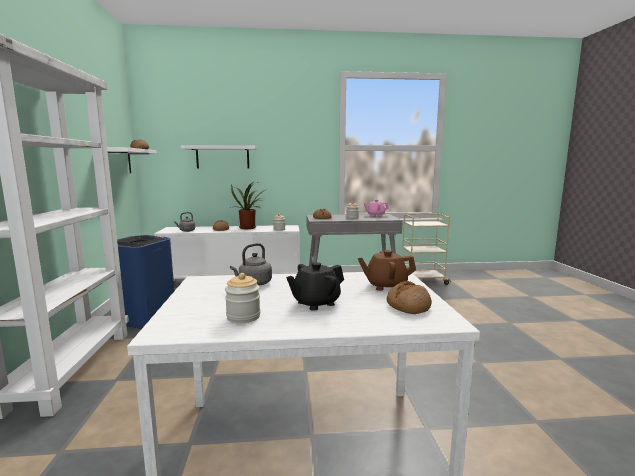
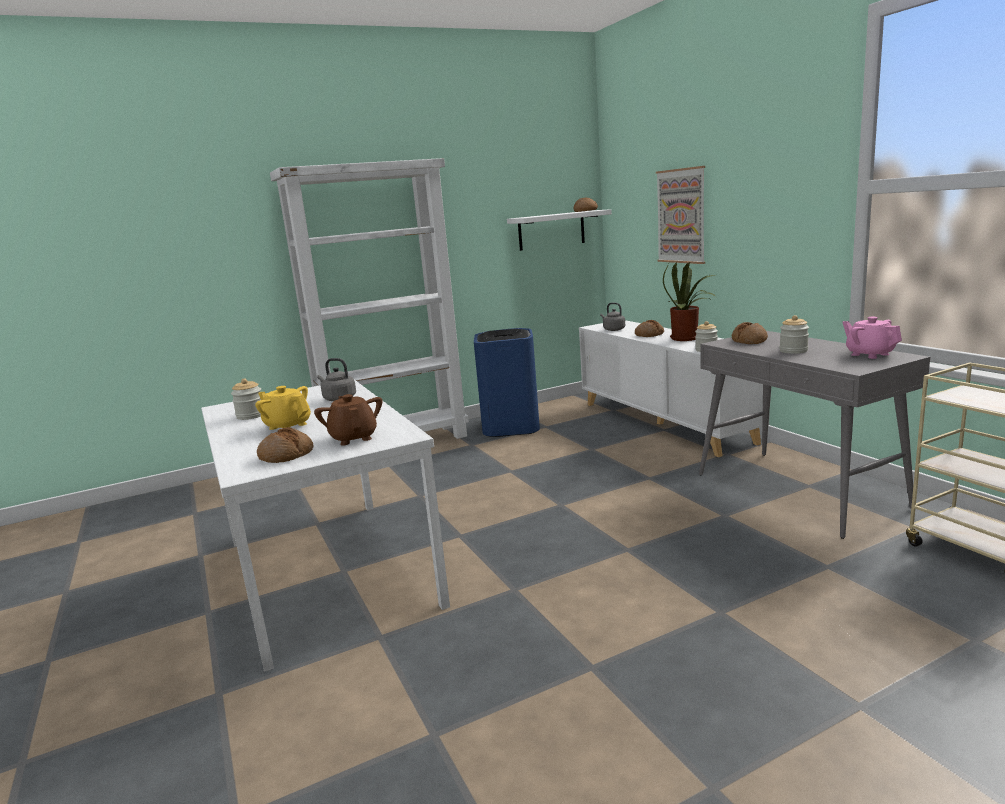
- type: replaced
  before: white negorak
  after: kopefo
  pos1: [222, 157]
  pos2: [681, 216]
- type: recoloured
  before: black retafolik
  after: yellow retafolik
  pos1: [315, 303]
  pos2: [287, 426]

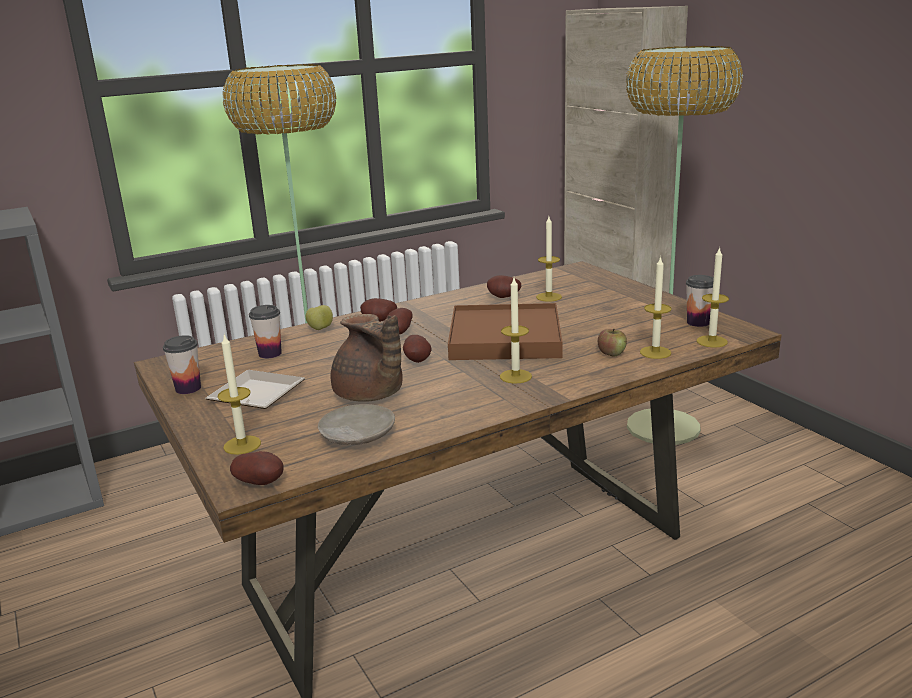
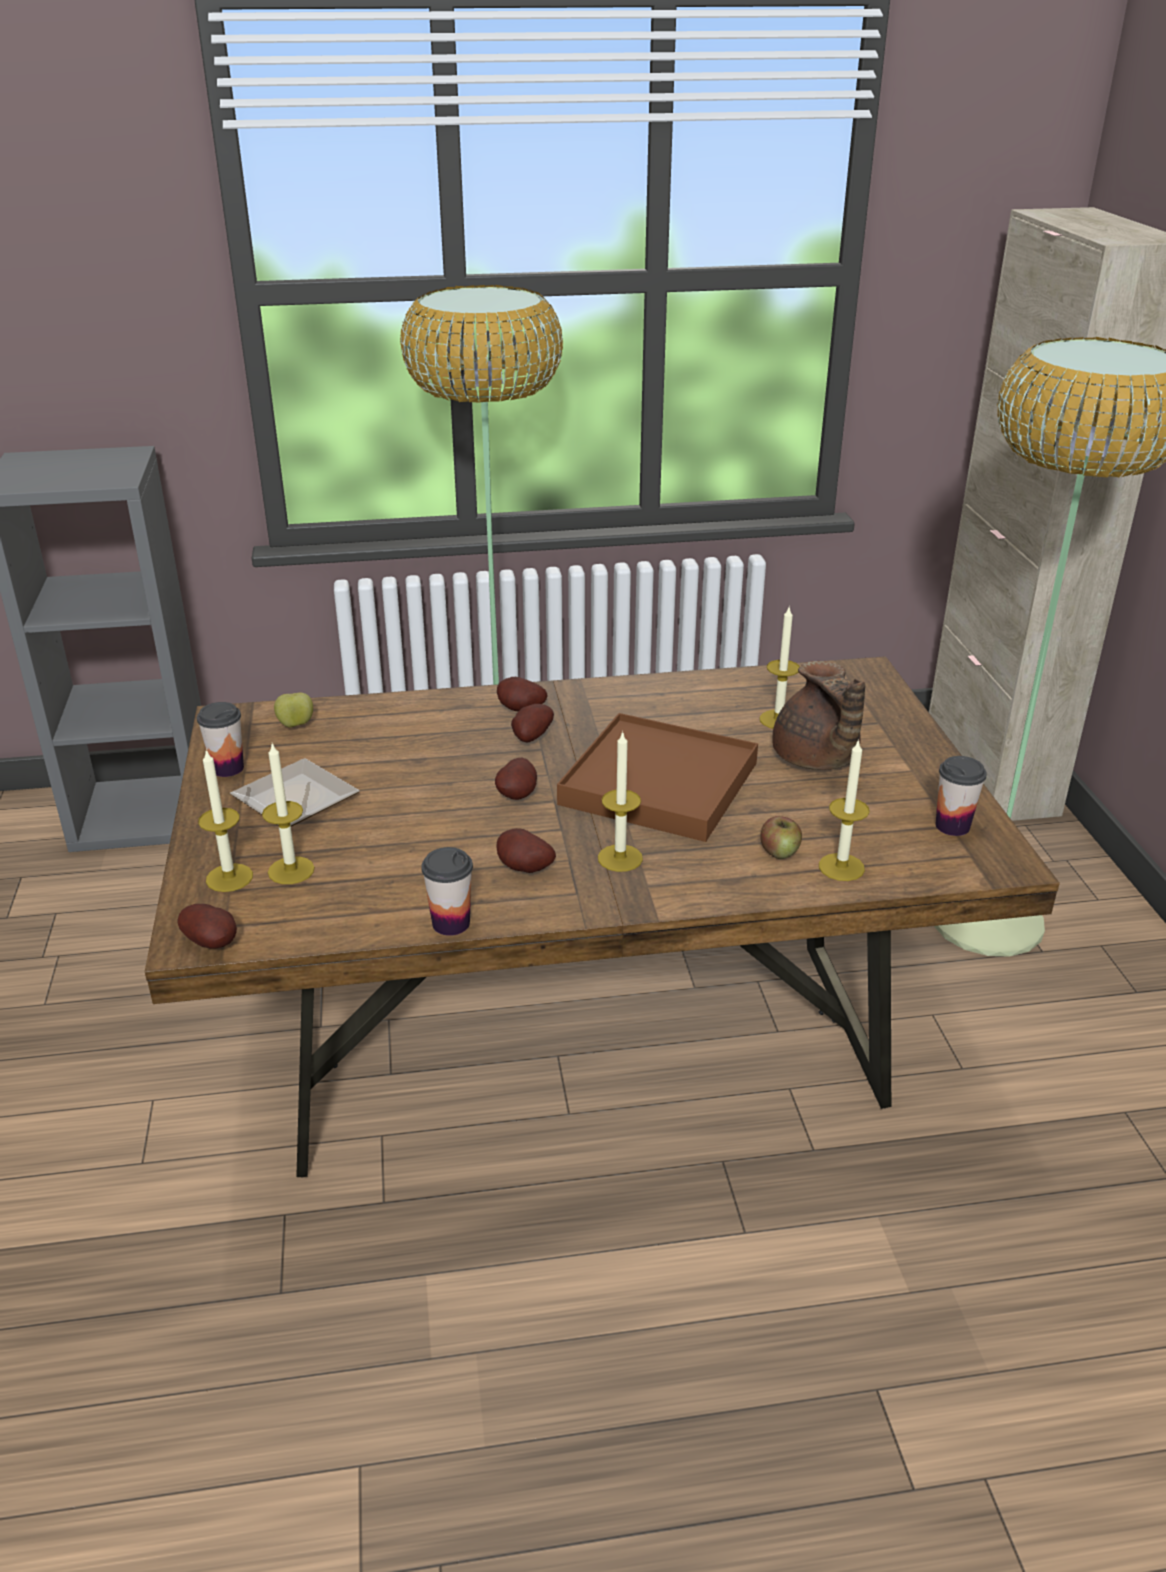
- type: moved
  before: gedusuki
  pos1: [711, 341]
  pos2: [291, 870]
- type: moved
  before: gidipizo
  pos1: [503, 298]
  pos2: [523, 869]
- type: moved
  before: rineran
  pos1: [270, 354]
  pos2: [451, 923]
- type: moved
  before: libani
  pos1: [320, 329]
  pos2: [296, 725]
- type: moved
  before: brown retafolik
  pos1: [370, 395]
  pos2: [815, 760]
- type: removed
  before: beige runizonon
  pos1: [357, 436]

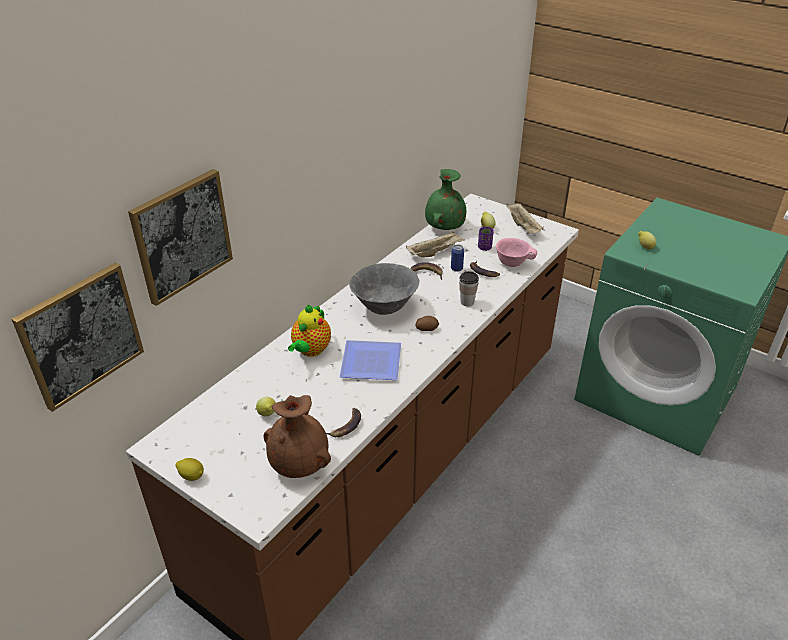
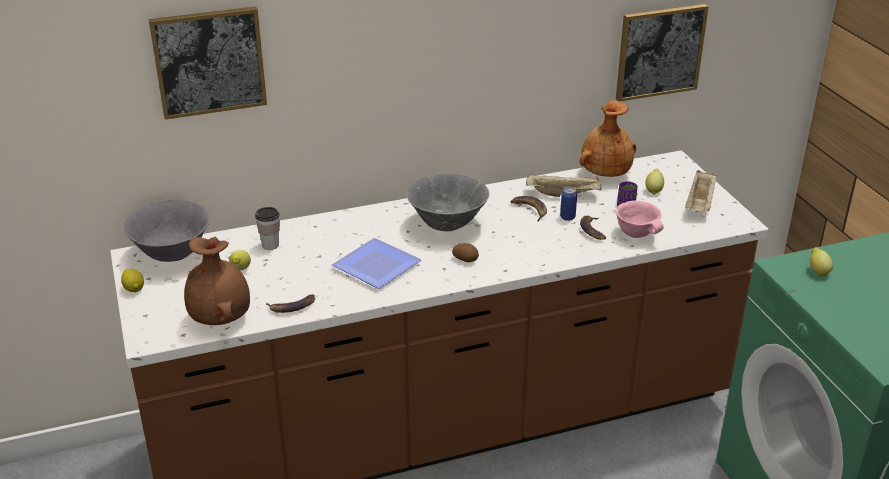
- type: recoloured
  before: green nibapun
  after: brown nibapun
  pos1: [444, 227]
  pos2: [605, 174]
- type: moved
  before: kopefo
  pos1: [81, 335]
  pos2: [659, 51]
- type: moved
  before: rineran
  pos1: [467, 302]
  pos2: [270, 245]
- type: removed
  before: retafolik
  pos1: [310, 351]
- type: added
  after: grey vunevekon
  pos2: [172, 255]

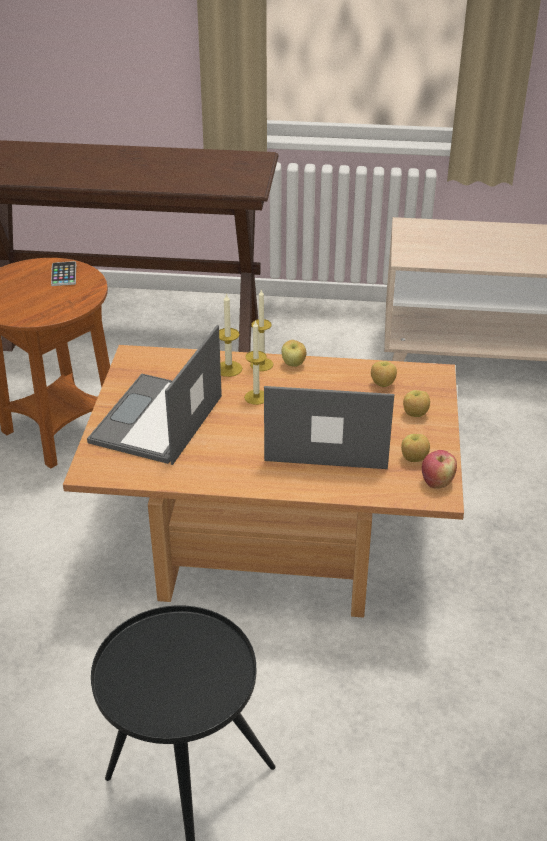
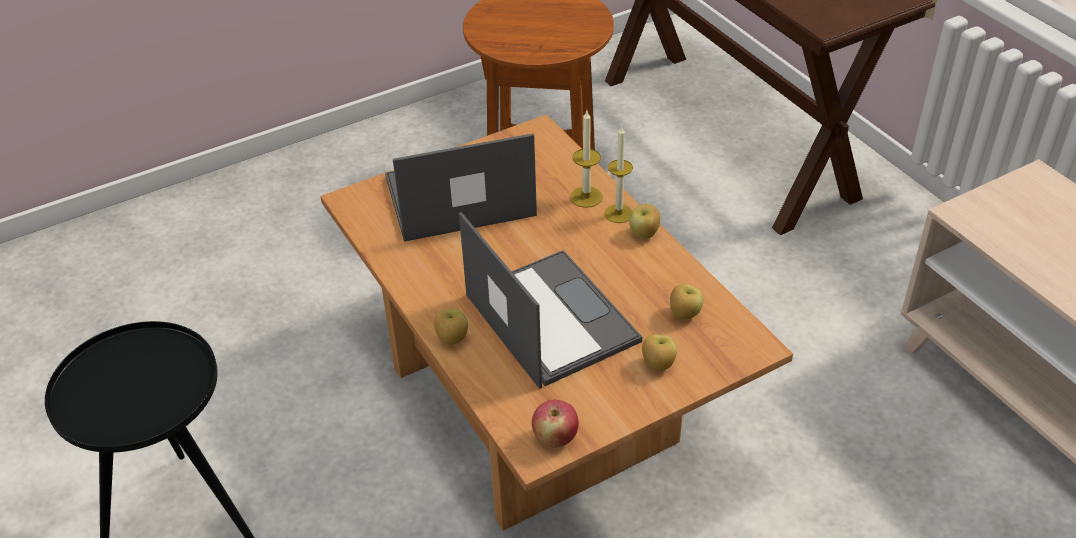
- type: removed
  before: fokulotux
  pos1: [64, 274]
- type: removed
  before: gedusuki
  pos1: [256, 397]
- type: moved
  before: libani
  pos1: [413, 459]
  pos2: [452, 339]

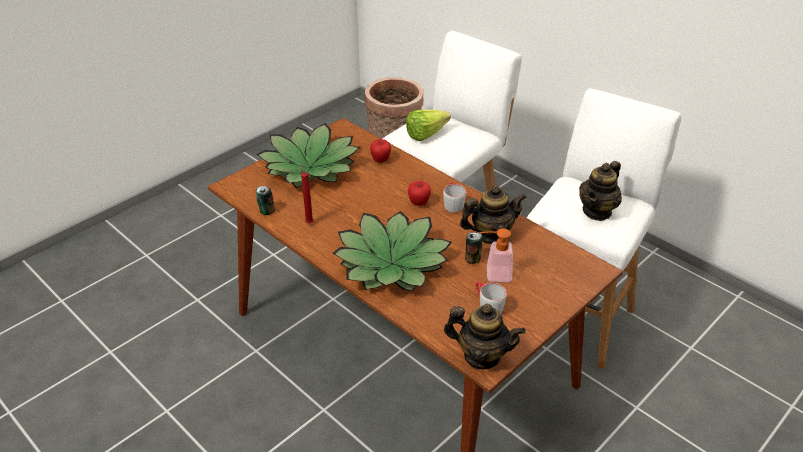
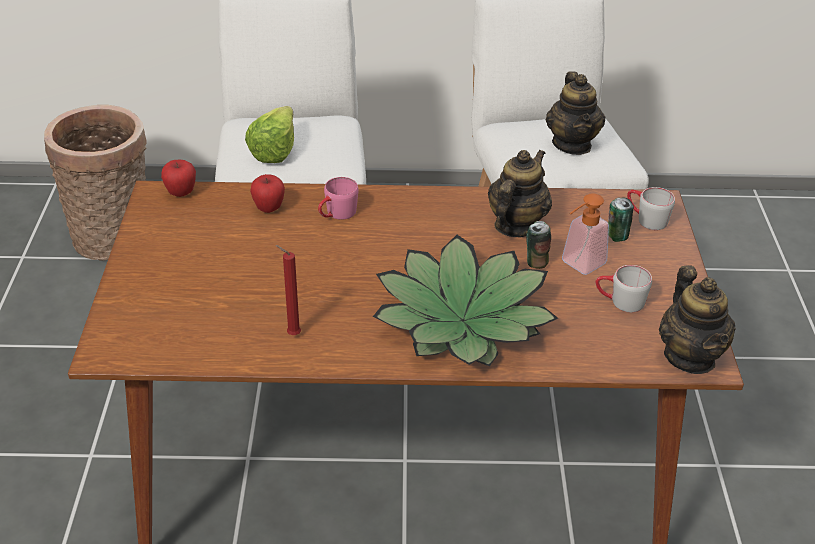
- type: removed
  before: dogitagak
  pos1: [310, 167]
- type: moved
  before: libani
  pos1: [419, 203]
  pos2: [181, 193]
- type: moved
  before: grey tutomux
  pos1: [452, 203]
  pos2: [646, 219]
- type: moved
  before: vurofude
  pos1: [266, 211]
  pos2: [616, 236]
- type: turned
  before: retafolik
  pos1: [481, 356]
  pos2: [690, 356]
  turn: 105
- type: added
  after: pink tutomux
  pos2: [336, 214]

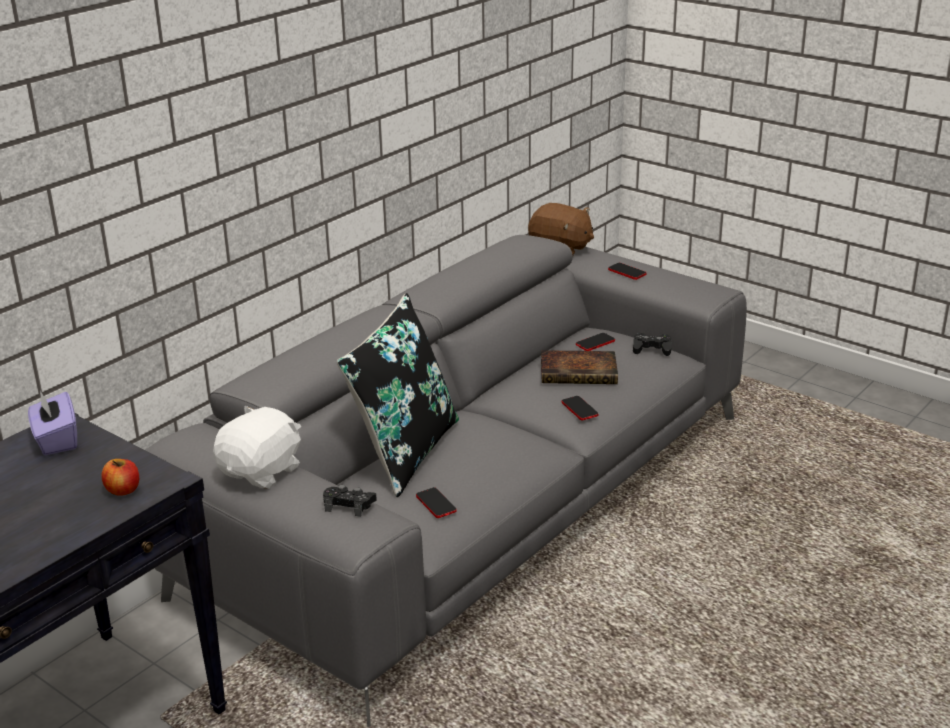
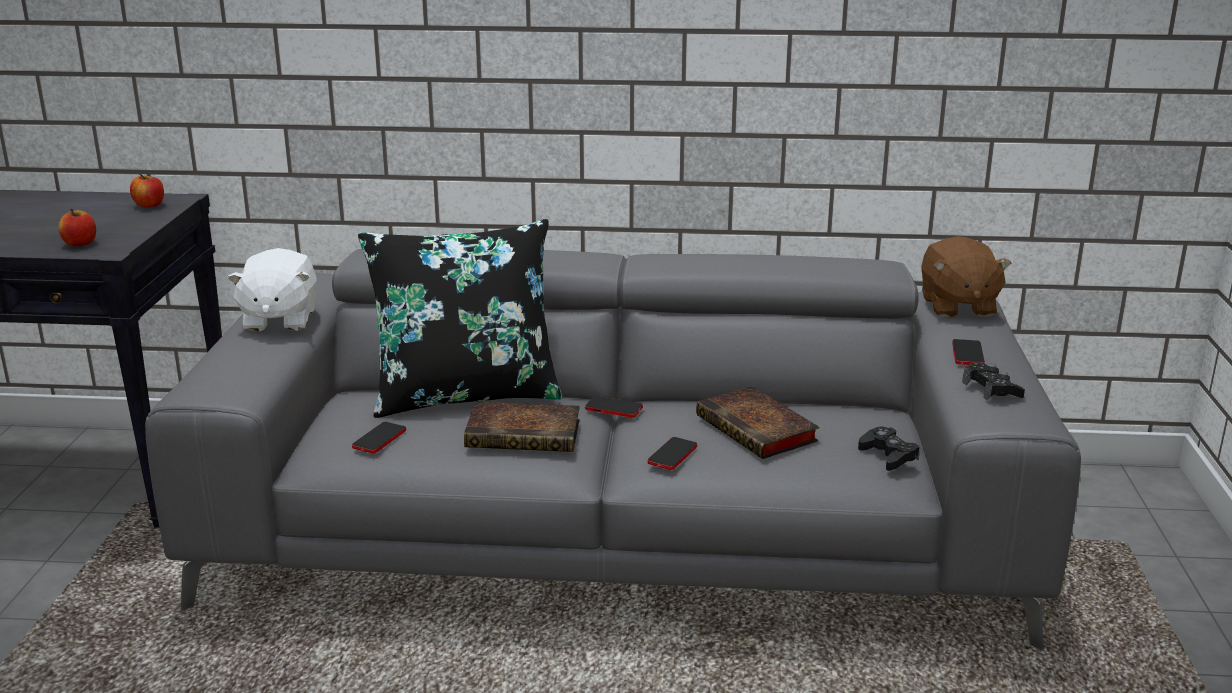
- type: moved
  before: fokulotux
  pos1: [595, 343]
  pos2: [614, 408]
- type: replaced
  before: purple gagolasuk
  after: libani
  pos1: [56, 440]
  pos2: [149, 205]
- type: turned
  before: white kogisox
  pos1: [262, 471]
  pos2: [279, 320]
  turn: 90
- type: moved
  before: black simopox
  pos1: [349, 505]
  pos2: [991, 389]
- type: added
  after: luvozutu
  pos2: [526, 434]

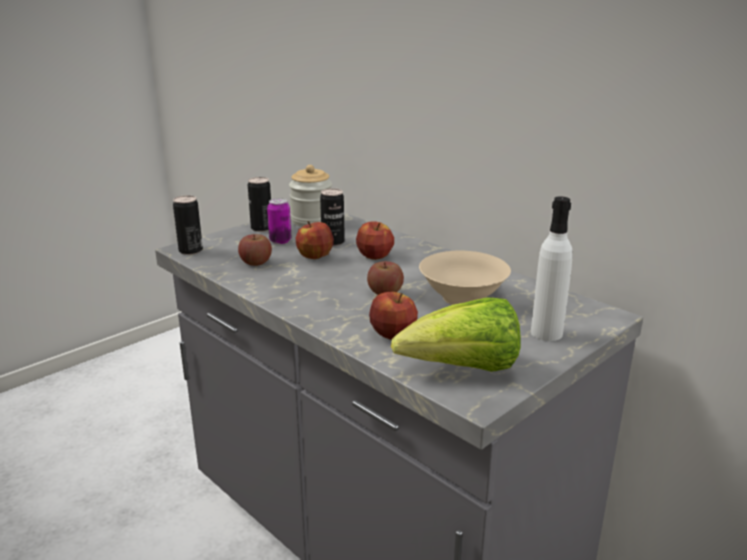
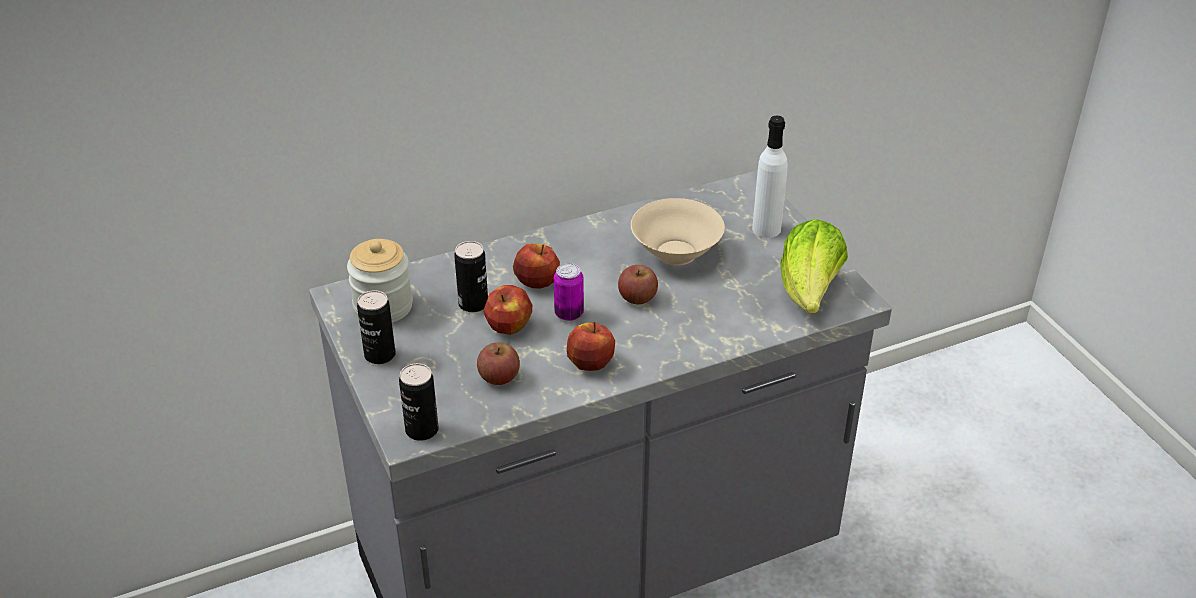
- type: moved
  before: vurofude
  pos1: [280, 241]
  pos2: [569, 314]
- type: moved
  before: libani
  pos1: [392, 334]
  pos2: [590, 363]

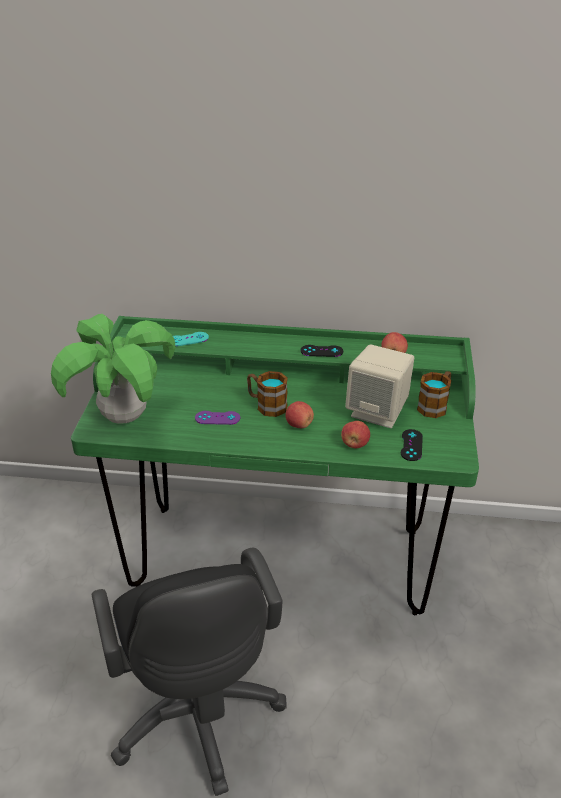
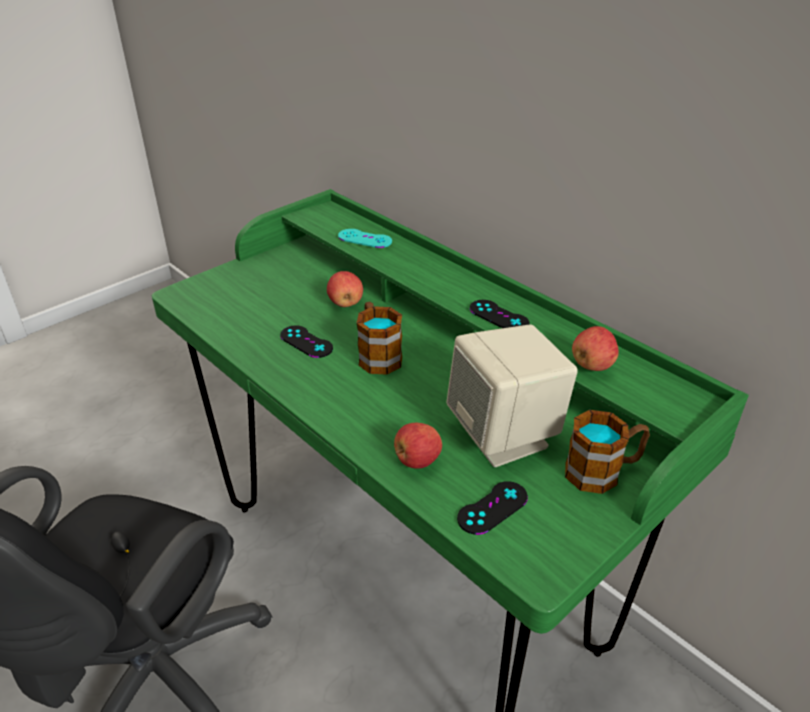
- type: removed
  before: dogitagak
  pos1: [125, 416]
- type: moved
  before: libani
  pos1: [299, 425]
  pos2: [345, 303]
- type: recoloured
  before: purple simopox
  after: black simopox
  pos1: [217, 418]
  pos2: [306, 342]

